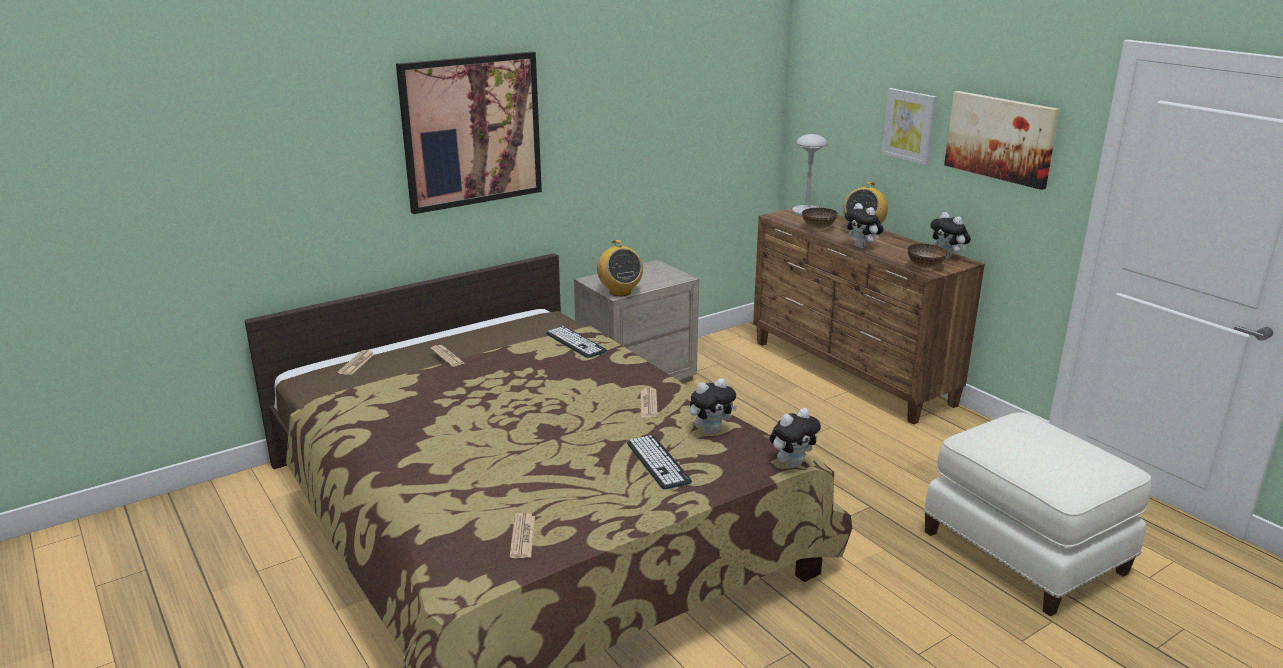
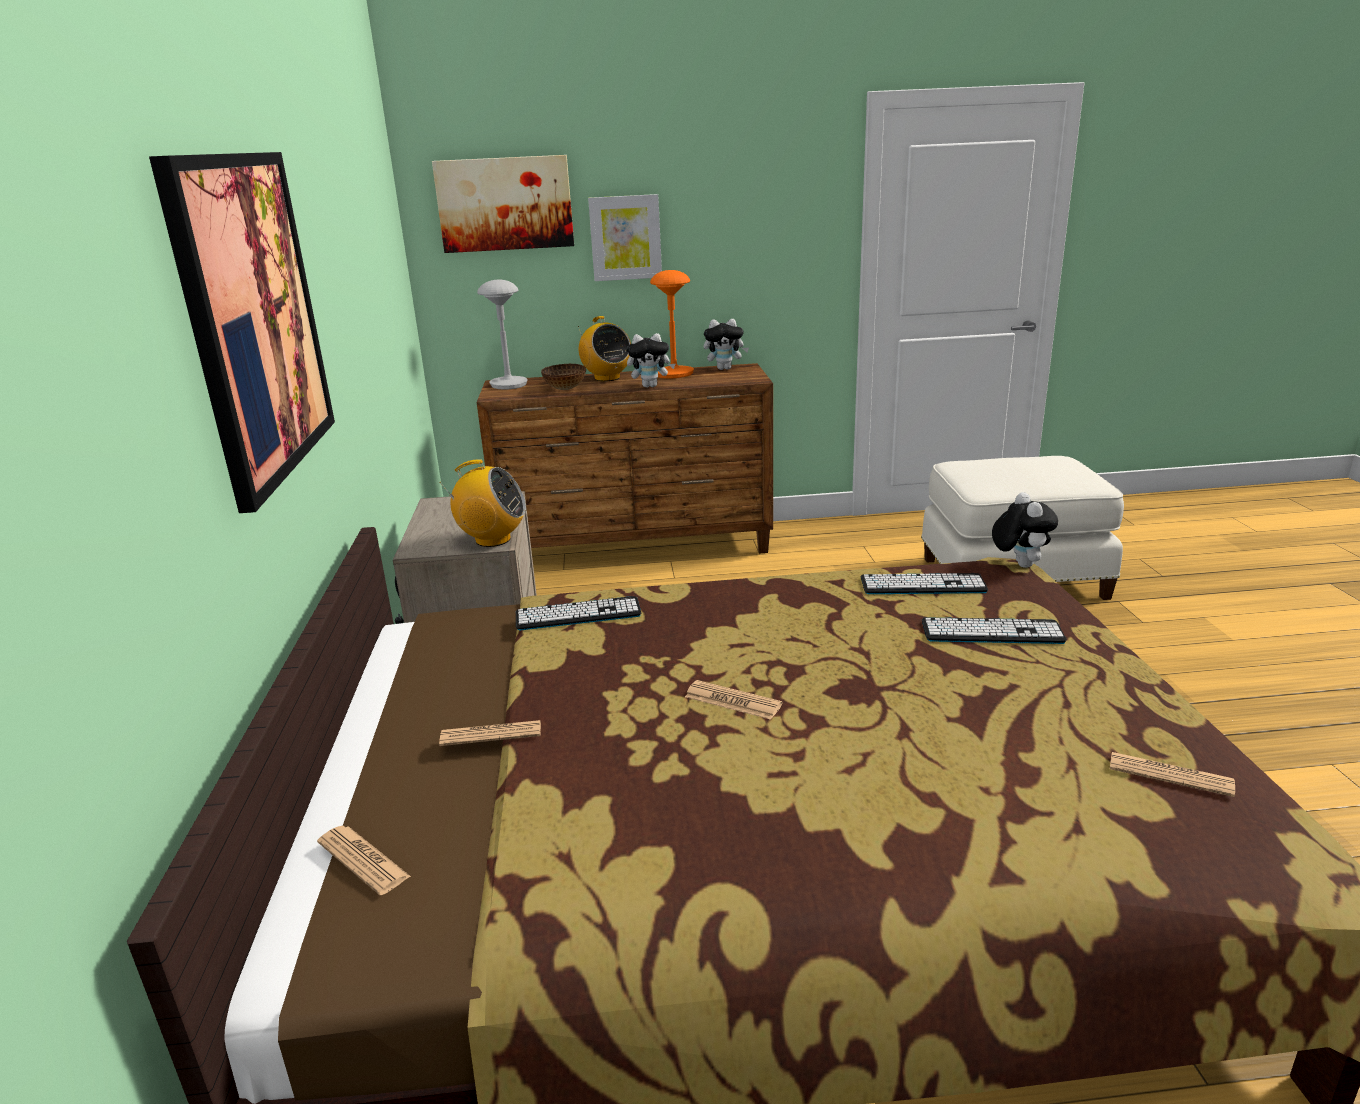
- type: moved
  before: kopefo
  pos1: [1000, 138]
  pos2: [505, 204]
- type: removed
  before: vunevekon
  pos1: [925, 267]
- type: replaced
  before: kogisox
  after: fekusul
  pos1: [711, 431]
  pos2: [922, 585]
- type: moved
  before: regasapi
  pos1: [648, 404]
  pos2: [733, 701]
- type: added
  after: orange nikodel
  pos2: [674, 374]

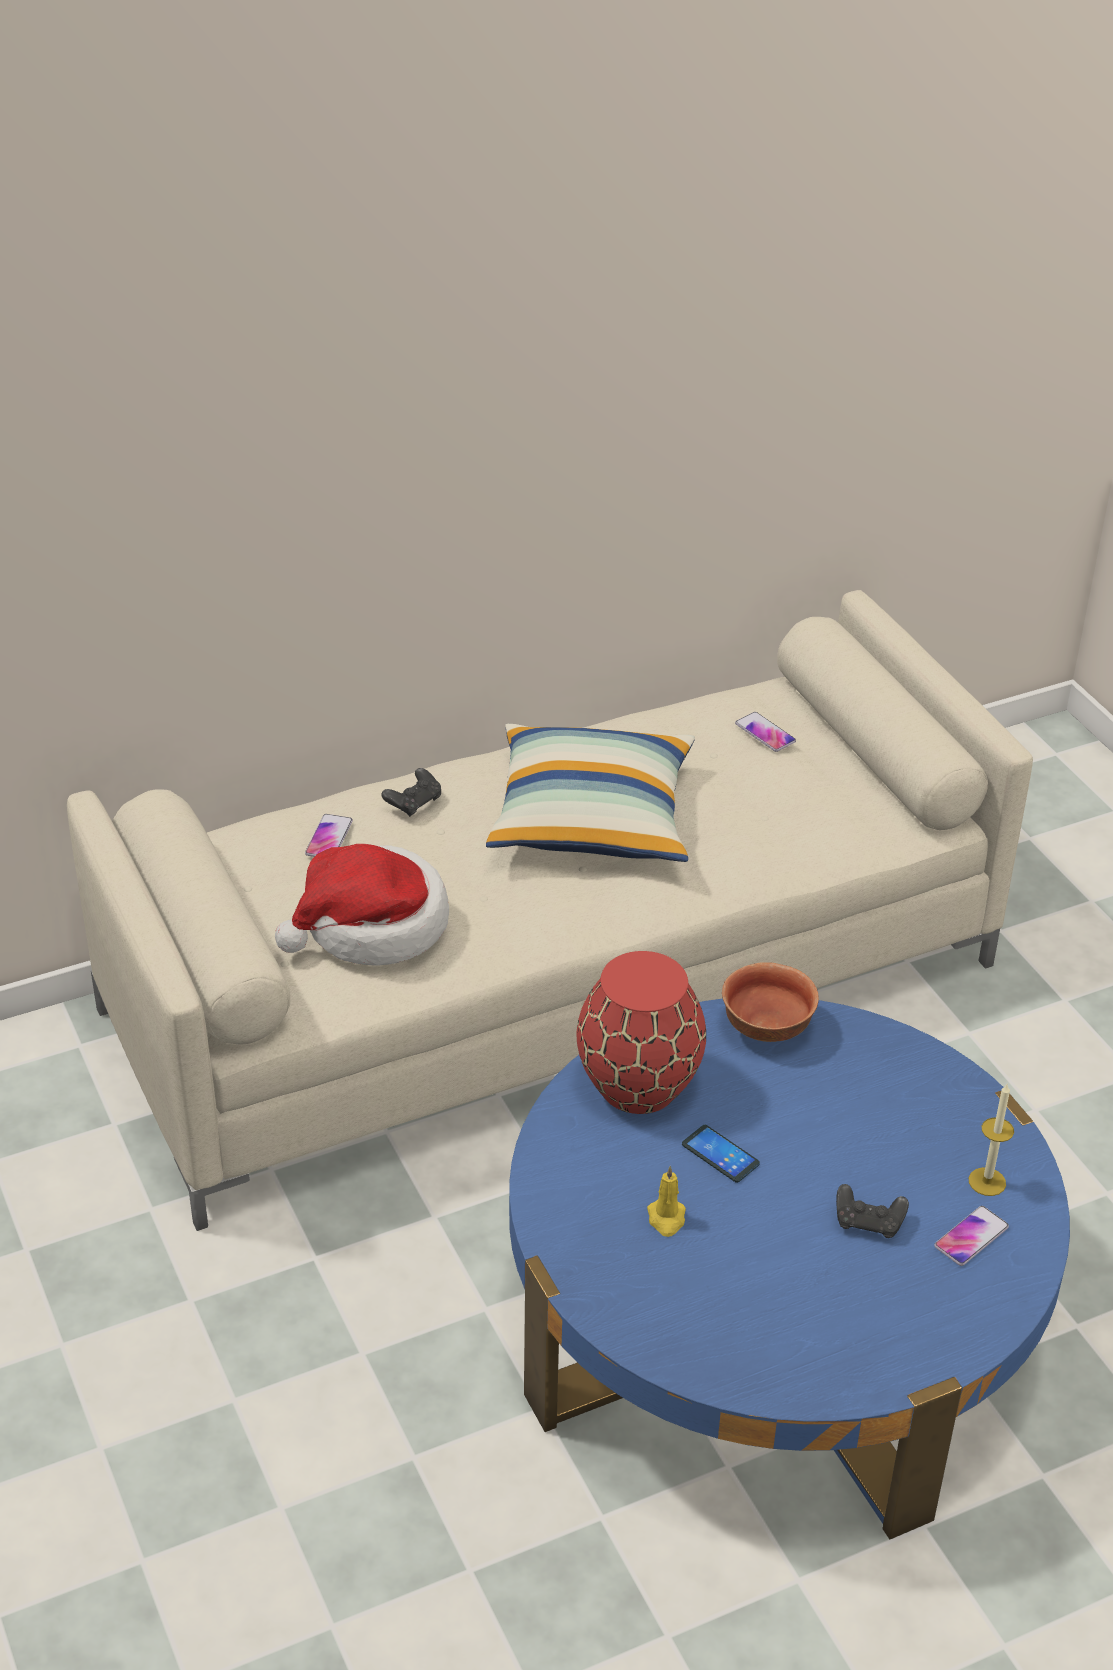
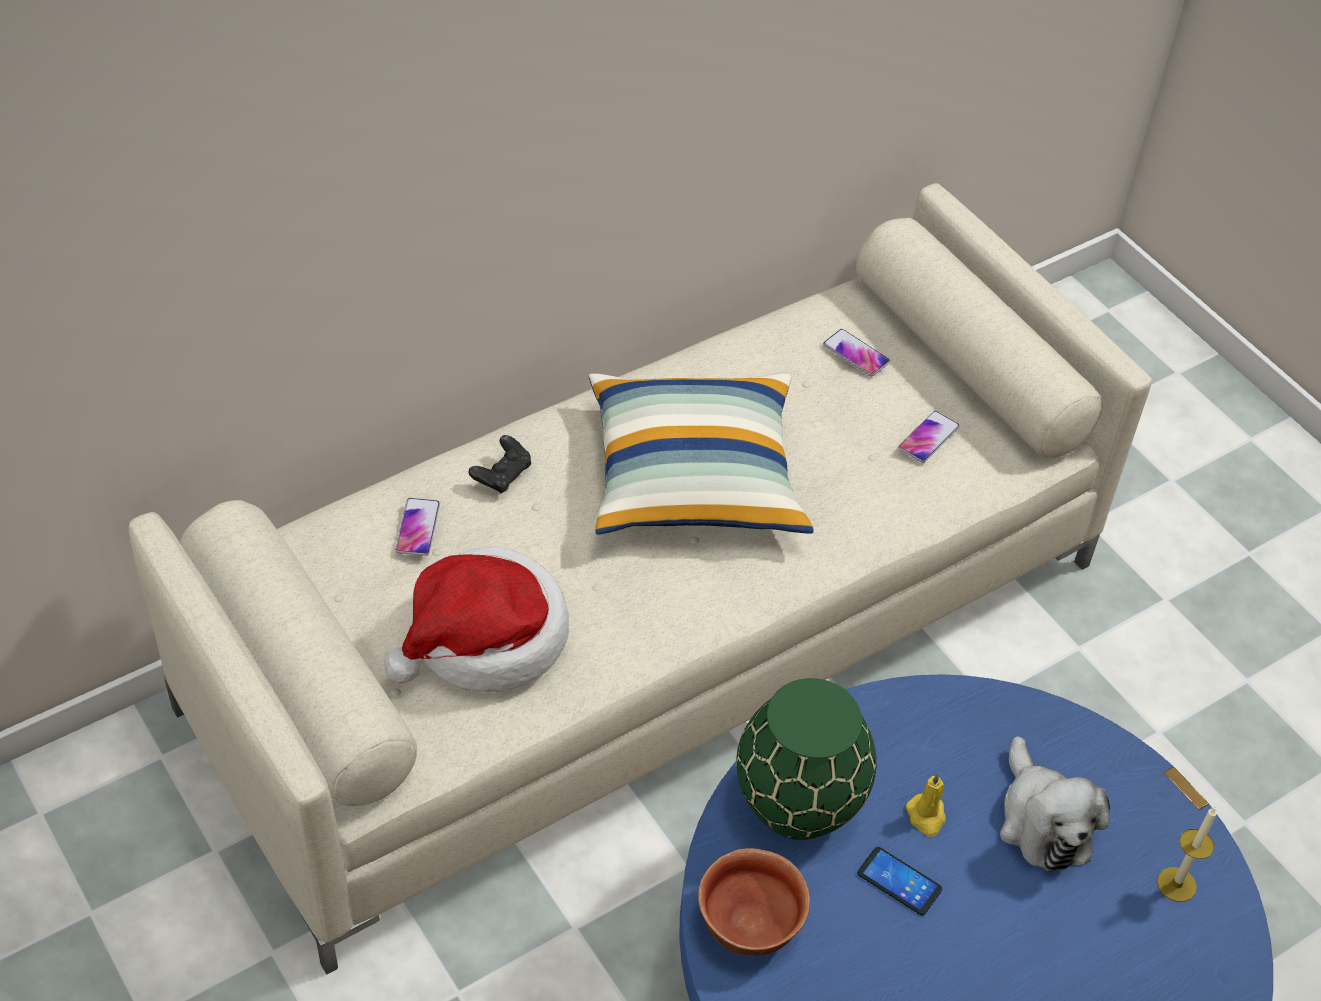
- type: recoloured
  before: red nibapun
  after: green nibapun
  pos1: [638, 1087]
  pos2: [799, 805]
- type: moved
  before: vunevekon
  pos1: [765, 1027]
  pos2: [748, 922]
- type: moved
  before: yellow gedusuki
  pos1: [666, 1219]
  pos2: [926, 816]
- type: removed
  before: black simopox
  pos1: [868, 1222]
- type: moved
  before: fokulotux
  pos1: [971, 1237]
  pos2: [928, 437]
- type: added
  after: kogisox
  pos2: [1042, 821]

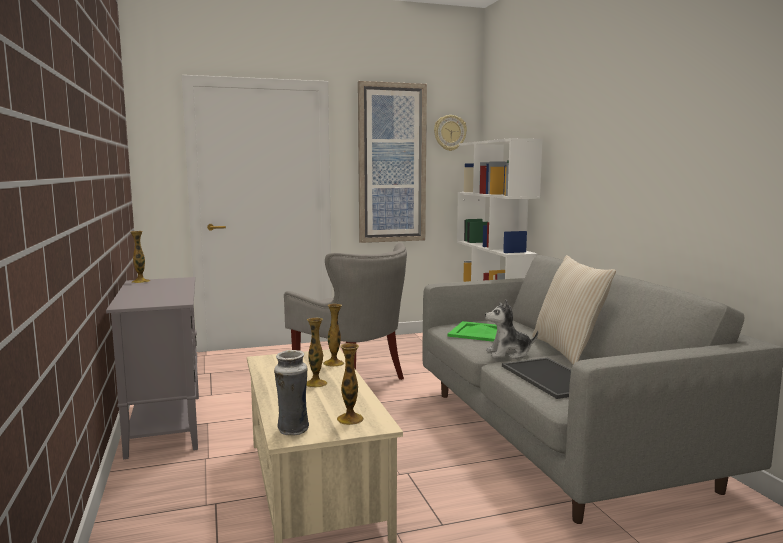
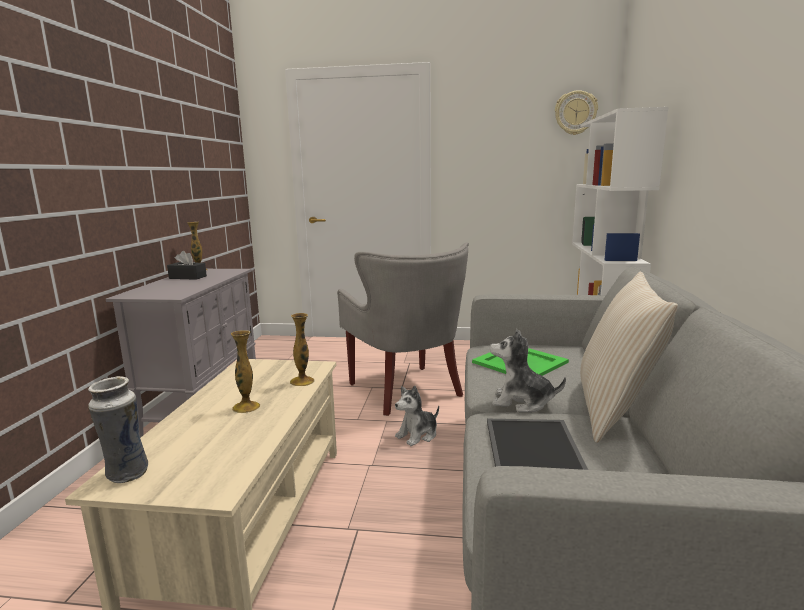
- type: removed
  before: kopefo
  pos1: [391, 163]
- type: removed
  before: nibapun
  pos1: [350, 419]
- type: added
  after: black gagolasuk
  pos2: [188, 277]
- type: added
  after: kogisox
  pos2: [418, 435]

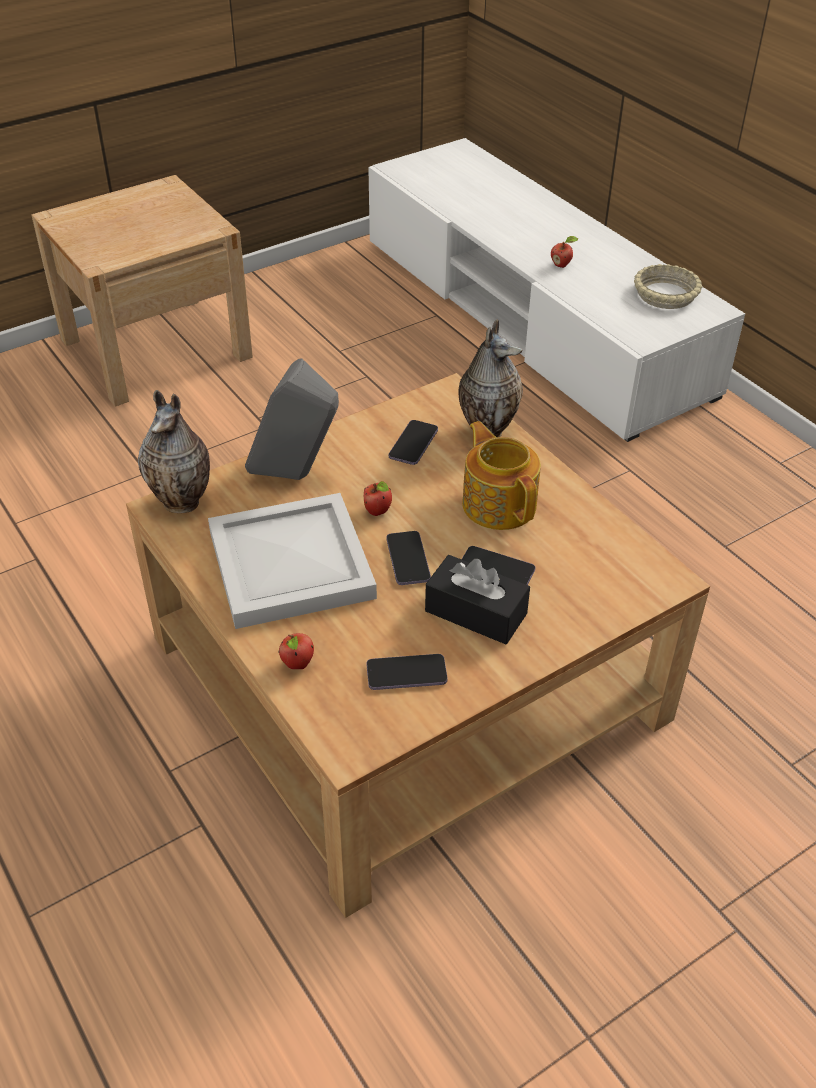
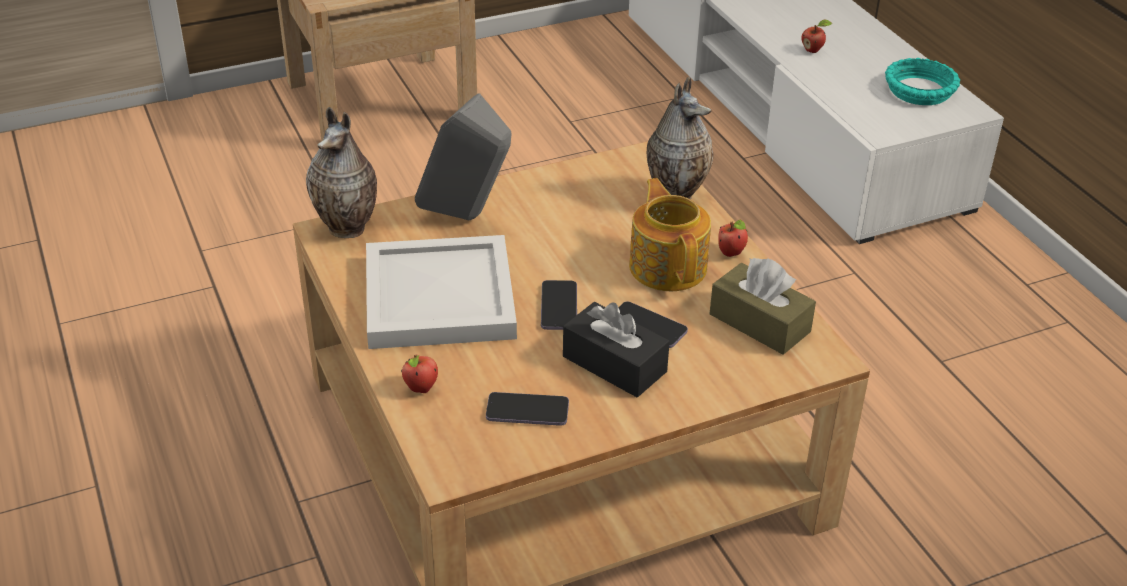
- type: recoloured
  before: beige vunevekon
  after: turquoise vunevekon
  pos1: [665, 294]
  pos2: [920, 90]
- type: removed
  before: fokulotux
  pos1: [413, 444]
- type: moved
  before: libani
  pos1: [378, 512]
  pos2: [731, 253]
- type: added
  after: brown gagolasuk
  pos2: [759, 323]

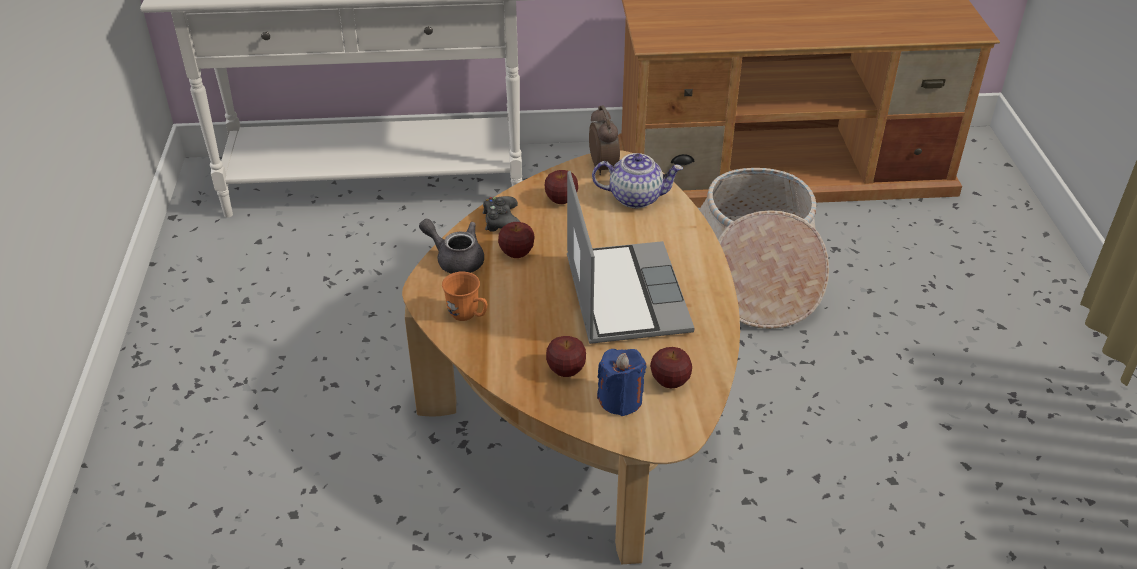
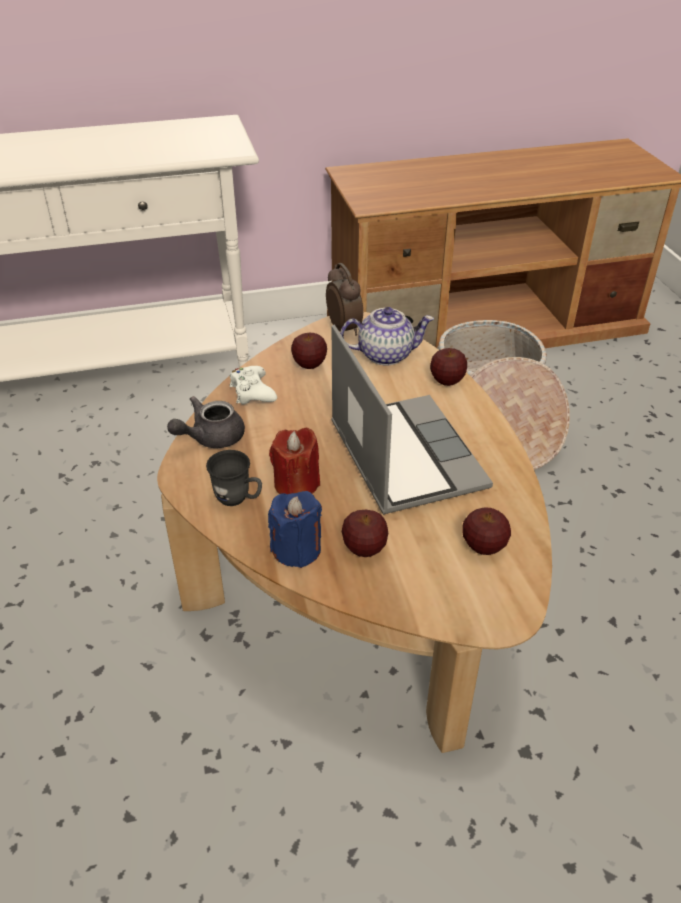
- type: recoloured
  before: black simopox
  after: white simopox
  pos1: [502, 220]
  pos2: [252, 392]
- type: turned
  before: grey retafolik
  pos1: [455, 259]
  pos2: [210, 438]
  turn: -60
- type: moved
  before: libani
  pos1: [516, 253]
  pos2: [447, 381]
- type: recoloured
  before: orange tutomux
  after: grey tutomux
  pos1: [468, 316]
  pos2: [238, 499]
- type: moved
  before: blue gedusuki
  pos1: [620, 400]
  pos2: [296, 549]
- type: added
  after: red gedusuki
  pos2: [296, 484]

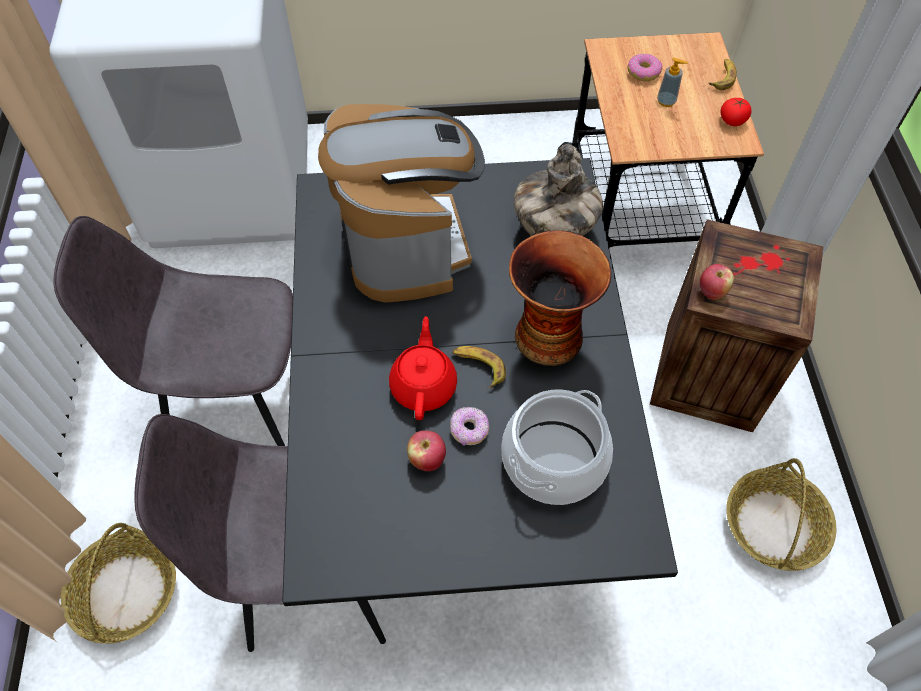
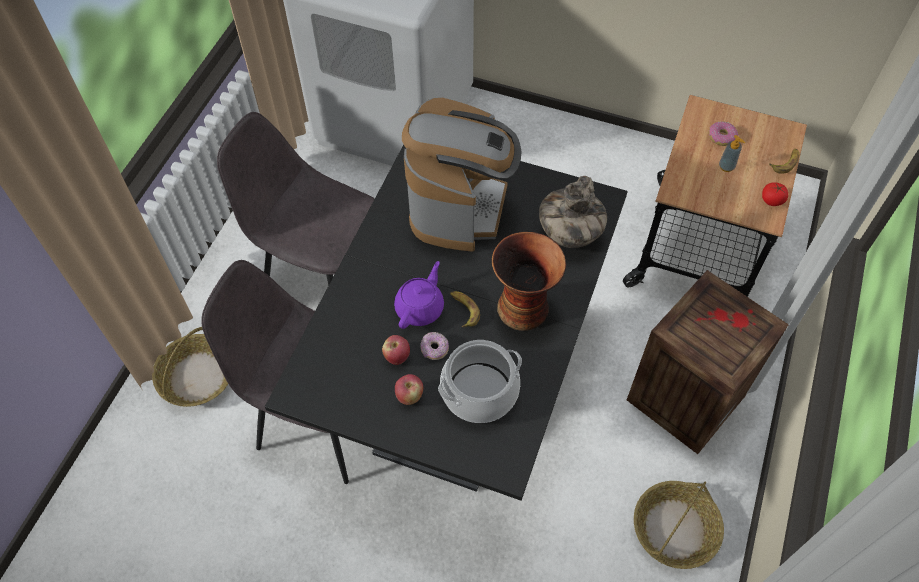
- type: moved
  before: libani
  pos1: [711, 291]
  pos2: [409, 396]
- type: recoloured
  before: red retafolik
  after: purple retafolik
  pos1: [424, 385]
  pos2: [420, 308]

